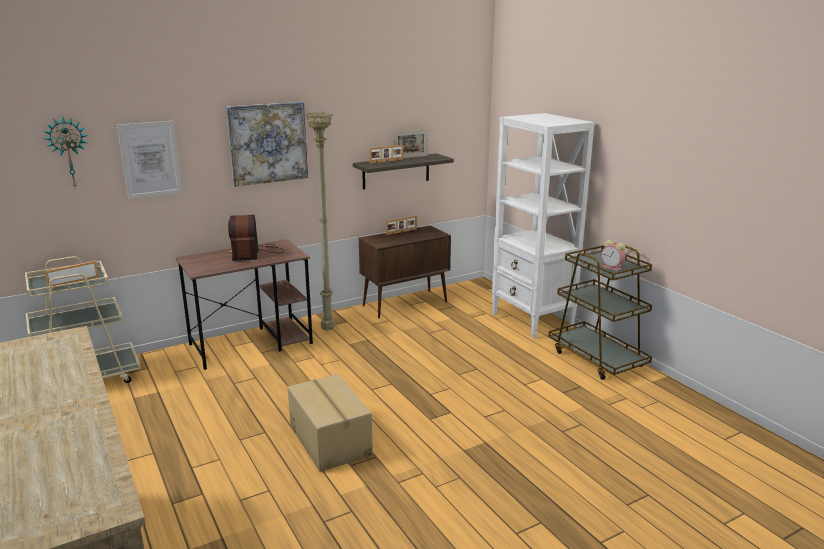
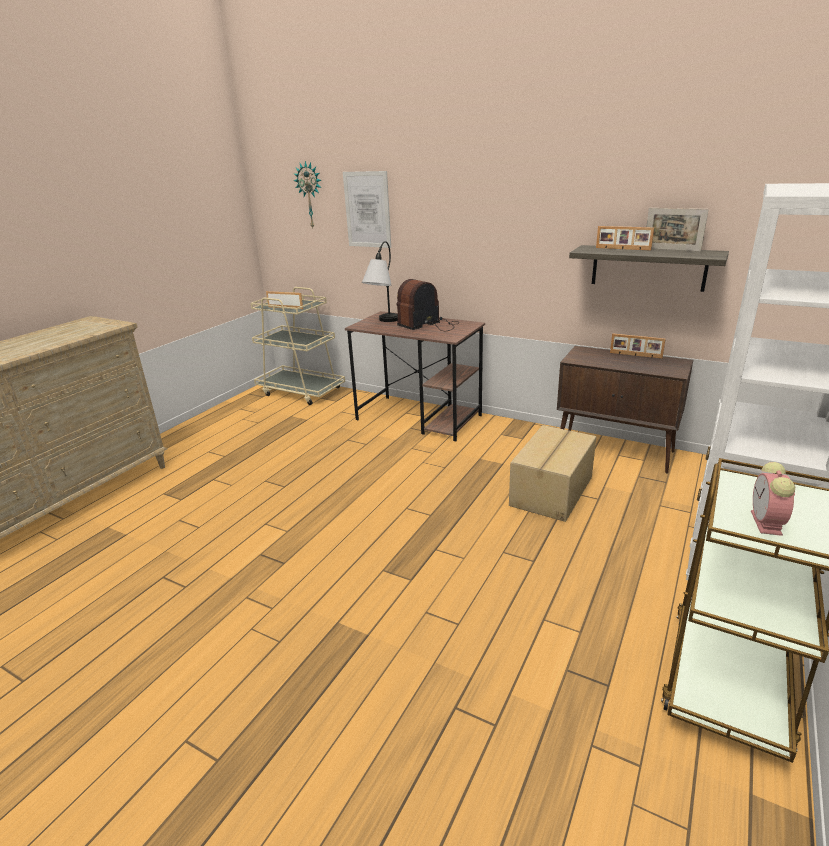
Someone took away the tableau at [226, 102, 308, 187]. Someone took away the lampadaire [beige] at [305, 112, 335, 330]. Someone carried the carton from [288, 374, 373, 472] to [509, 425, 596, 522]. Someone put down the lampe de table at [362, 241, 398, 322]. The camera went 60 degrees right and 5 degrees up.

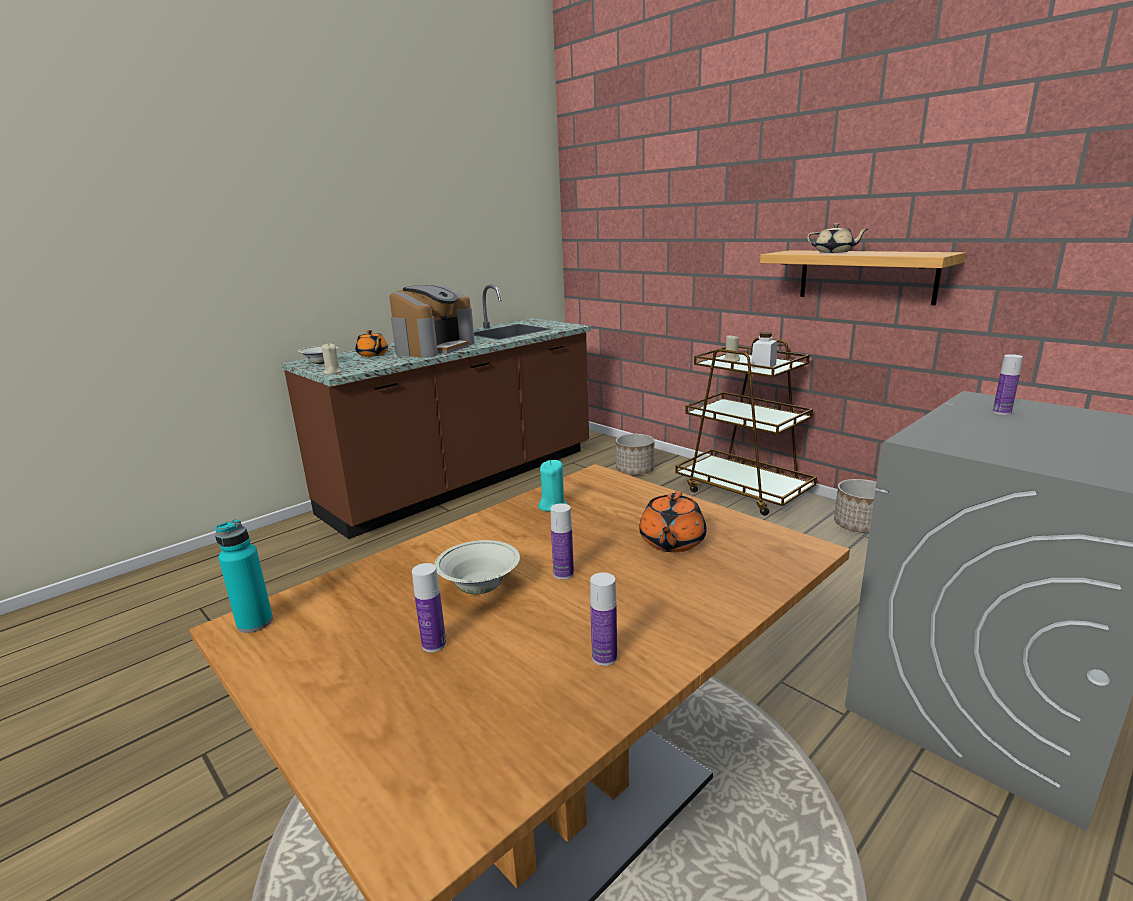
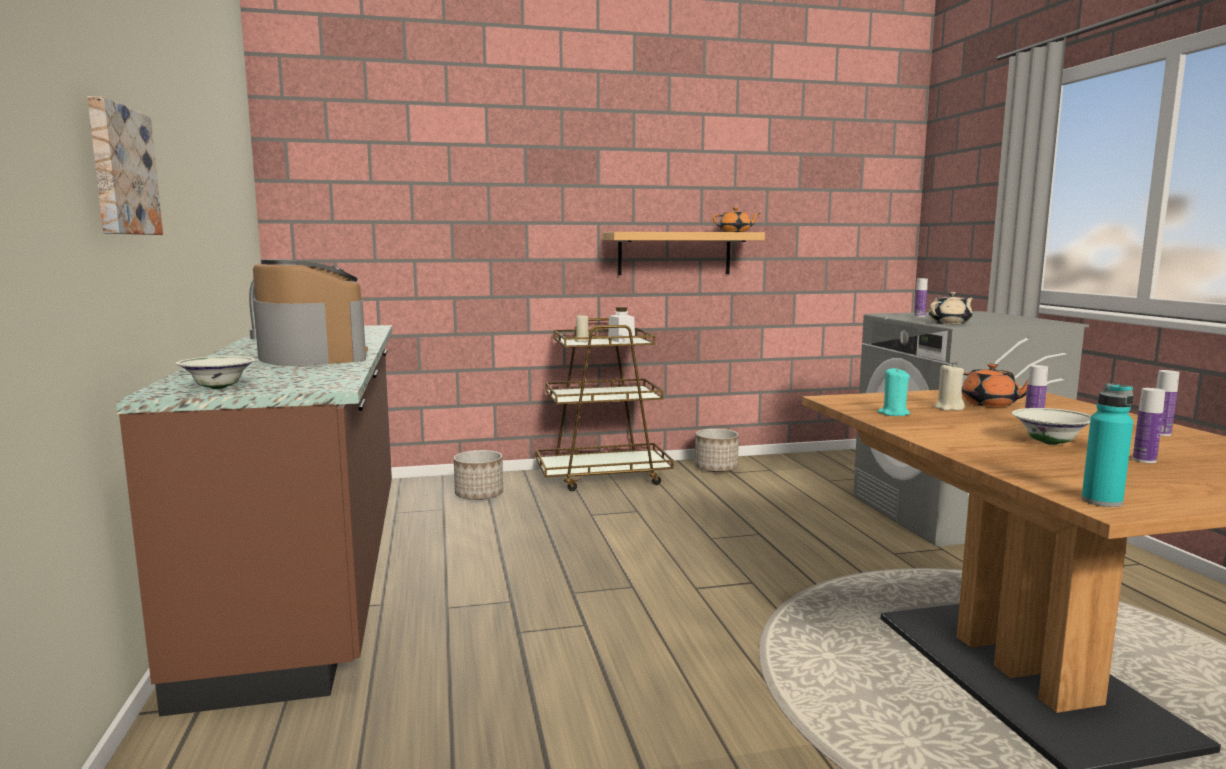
Someone carried the théière [beige] from [807, 223, 868, 253] to [929, 292, 974, 324]. Someone carried the théière [orange] from [355, 330, 388, 357] to [713, 207, 760, 232]. Someone carried the bougie [beige] from [321, 343, 342, 375] to [934, 363, 965, 411]. Someone put up the tableau at [87, 96, 163, 235]. The camera went 60 degrees left and 10 degrees down.

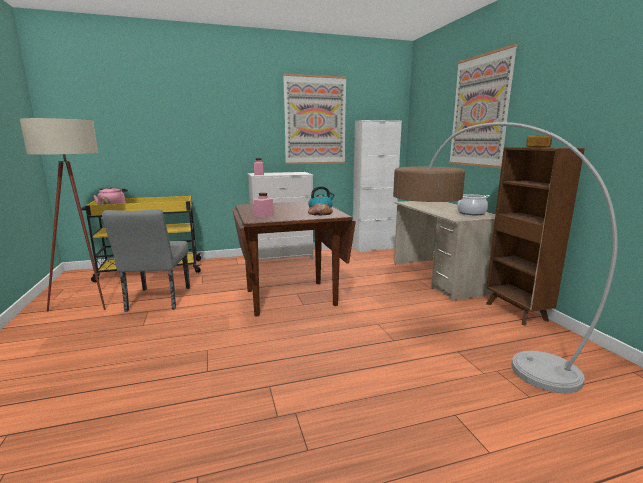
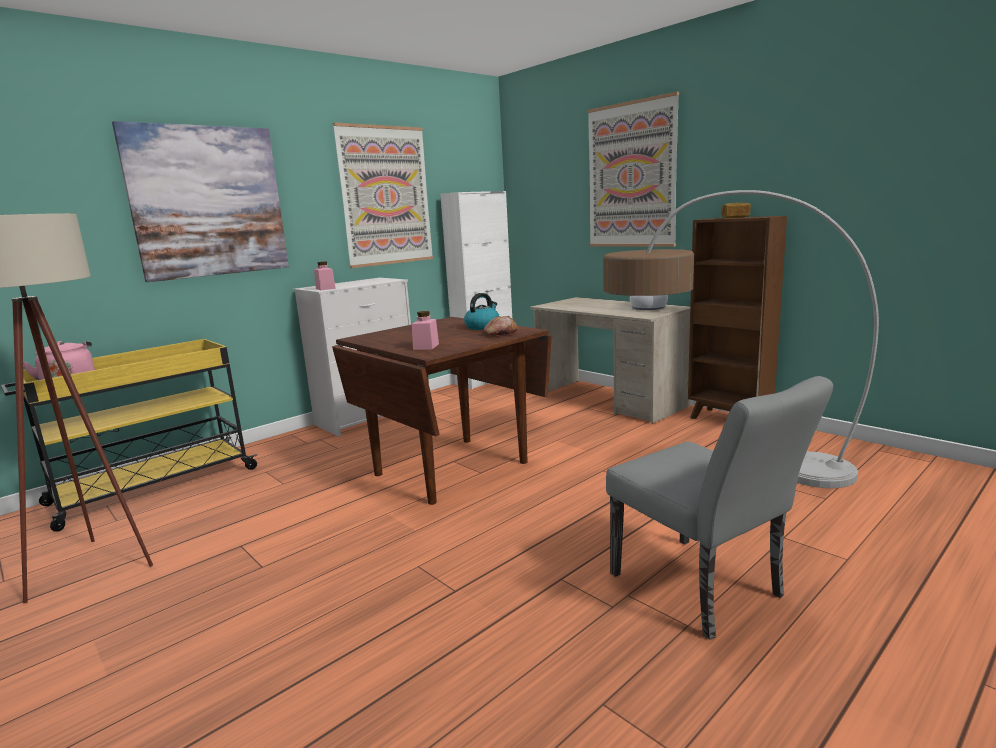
Someone carried the chaise [gris] from [102, 209, 190, 312] to [606, 376, 833, 640]. Someone put up the tableau at [112, 121, 289, 282]. The camera went 25 degrees left and 0 degrees up.

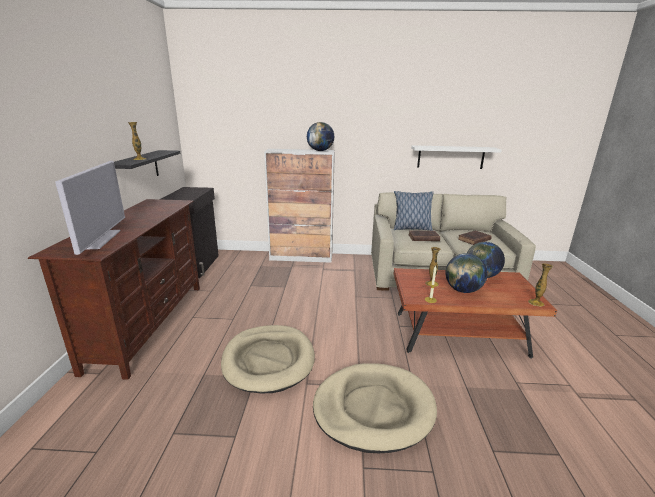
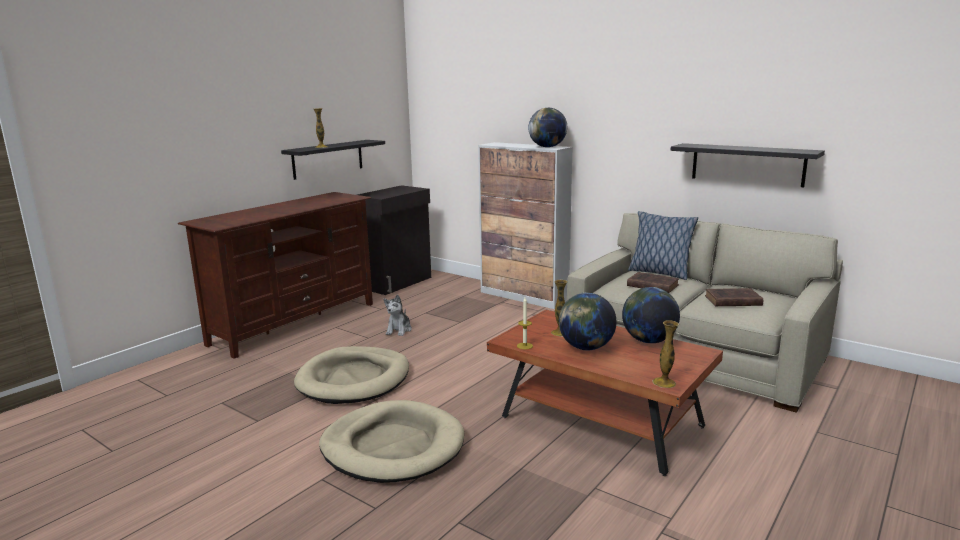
Someone repainted the étagère [blanc] at [411, 145, 502, 169], which became the étagère [noir] at [670, 143, 825, 187]. Someone took away the téléviseur at [55, 161, 125, 255]. Someone put down the peluche at [384, 294, 412, 336]. The camera went 35 degrees right and 5 degrees down.

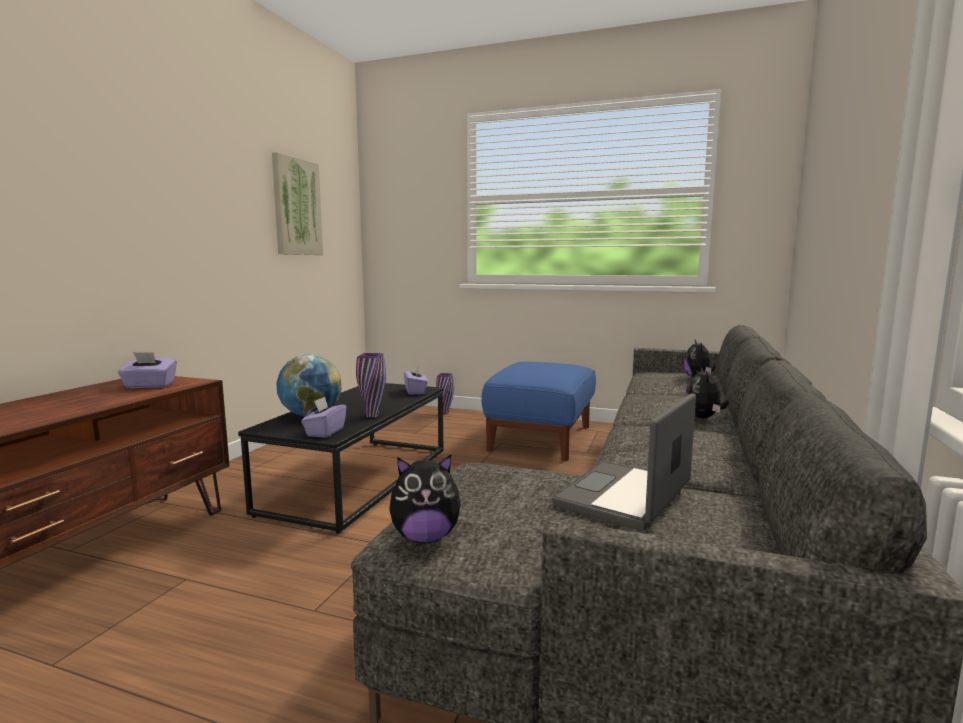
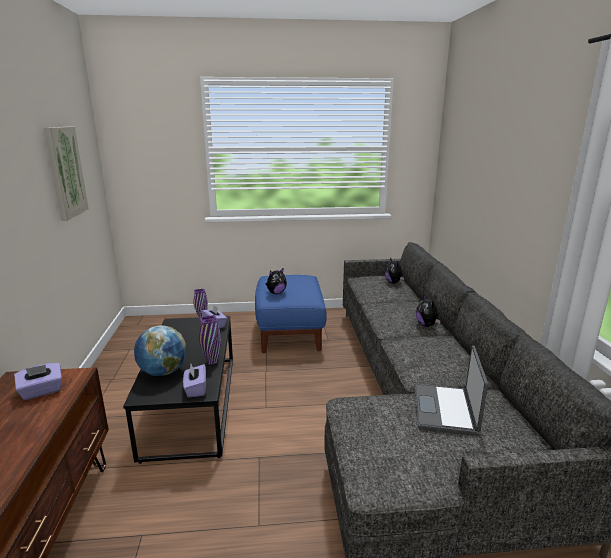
Someone carried the peluche from [389, 455, 464, 543] to [265, 269, 287, 294]. The camera went 25 degrees left and 10 degrees up.

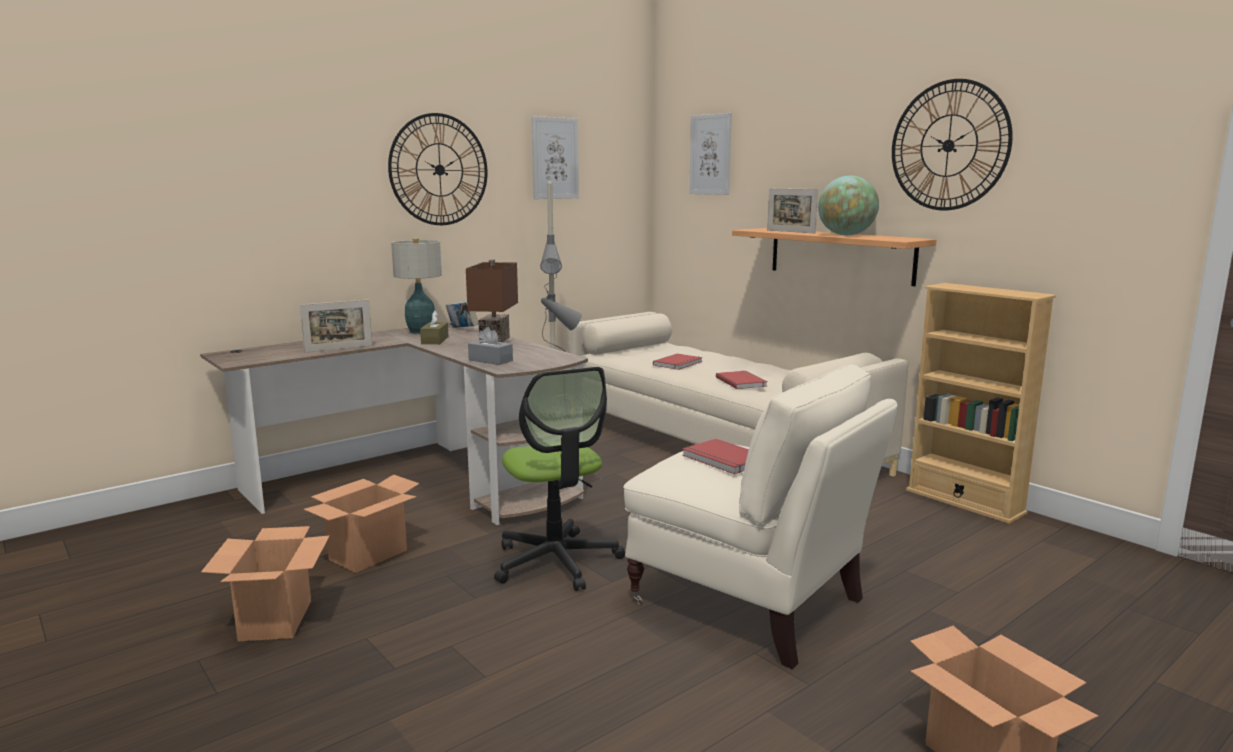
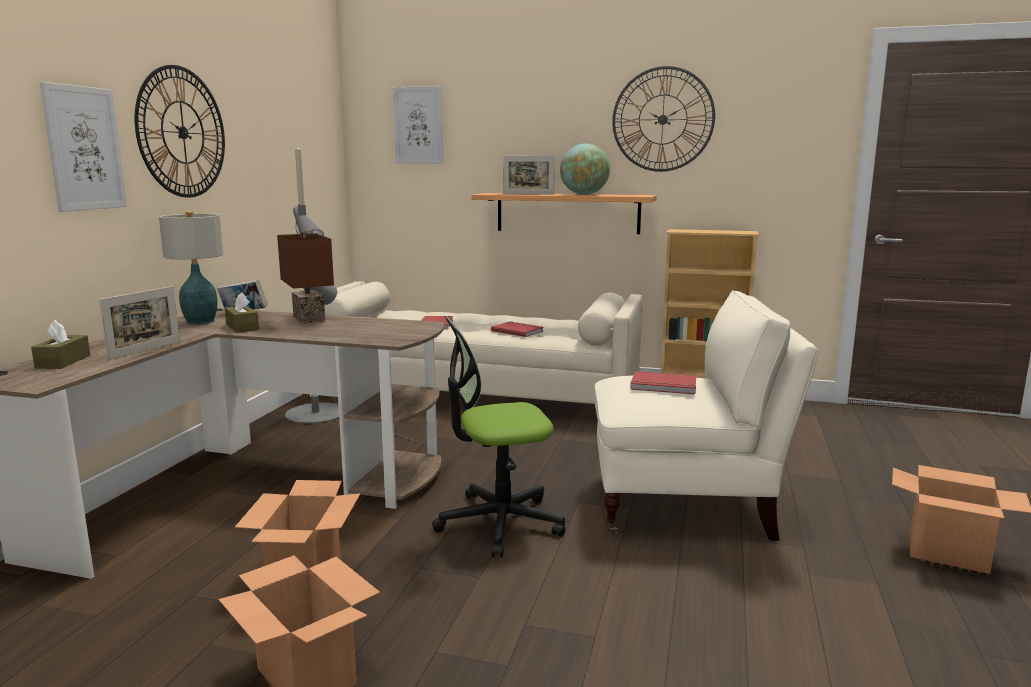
Someone carried the tableau from [531, 116, 579, 199] to [40, 82, 127, 212]. Someone took away the boîte à mouchoirs [gris] at [468, 327, 513, 365]. Someone rotated the chaise de bureau at [494, 367, 625, 591] by 135 degrees clockwise. Someone put down the boîte à mouchoirs [marron] at [31, 320, 90, 369]. The camera went 35 degrees left and 0 degrees up.

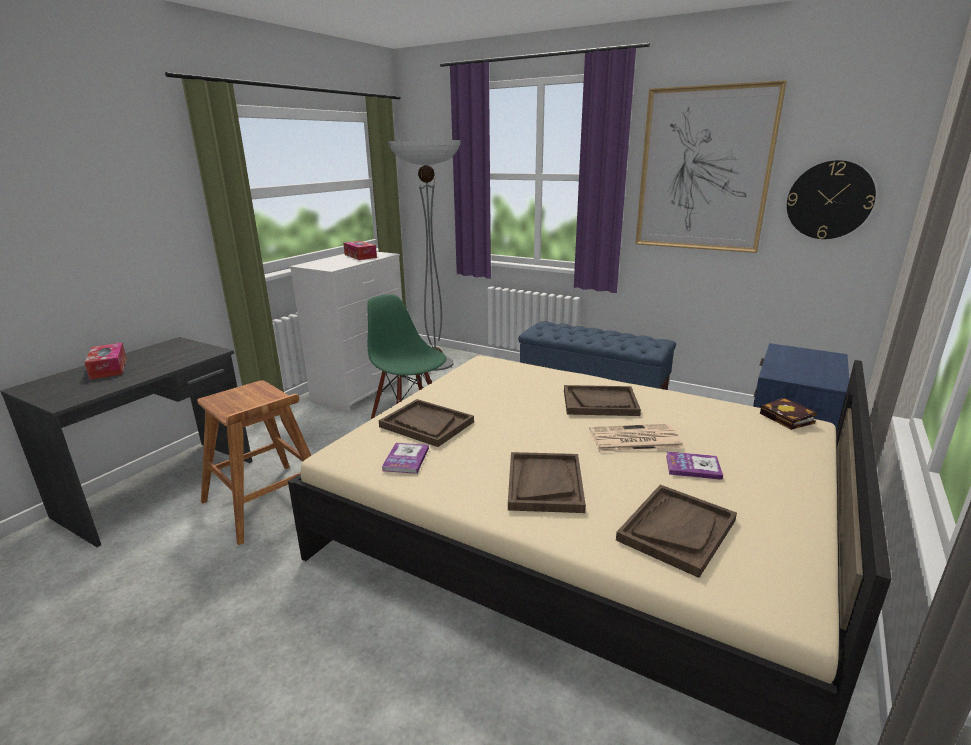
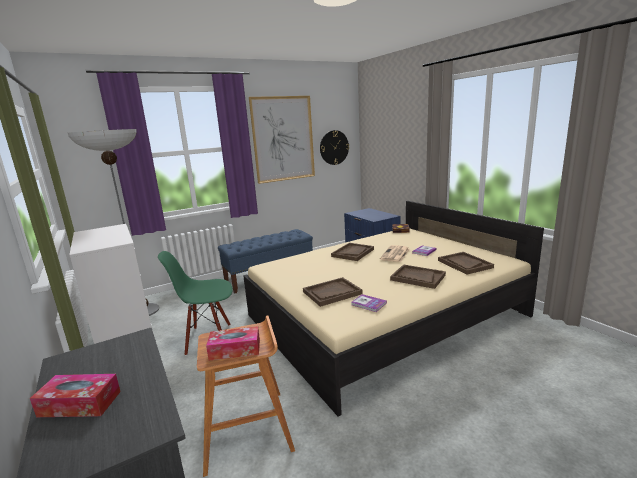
Someone carried the boîte à mouchoirs from [343, 241, 377, 260] to [206, 326, 260, 361]. The camera went 60 degrees left and 5 degrees down.

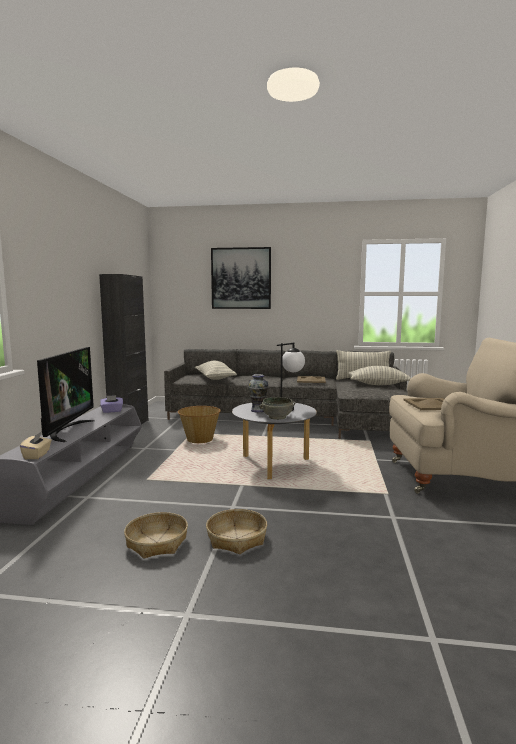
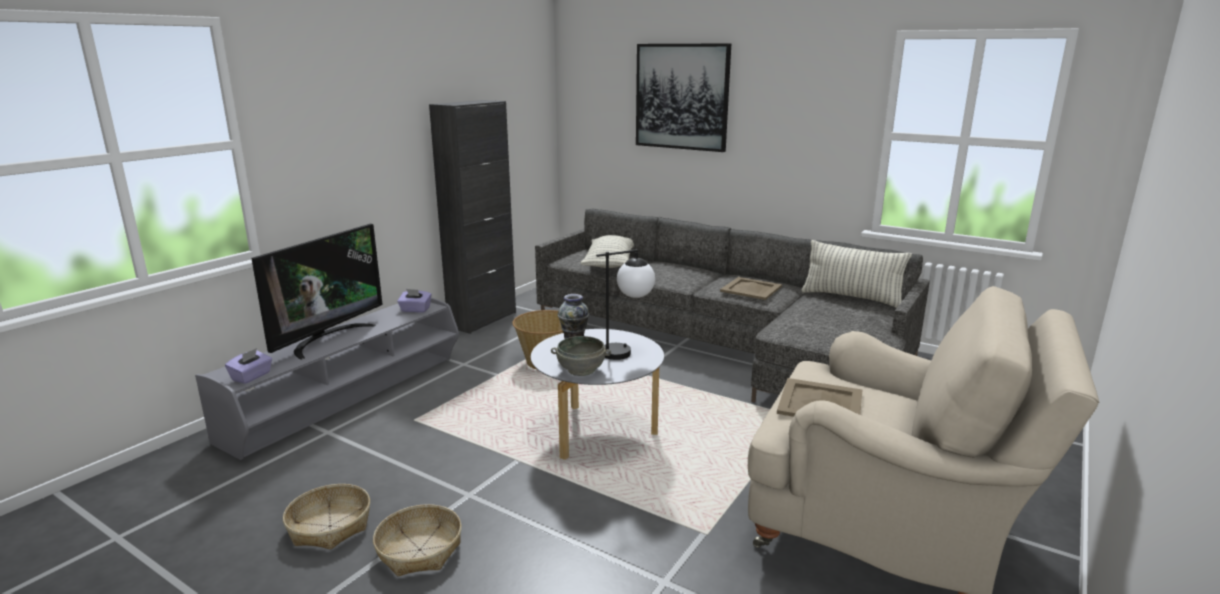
Someone took away the coussin at [349, 366, 411, 385]. Someone repainted the boîte à mouchoirs [beige] at [20, 432, 51, 459], which became the boîte à mouchoirs [violet] at [225, 348, 272, 384]. The camera went 25 degrees right and 10 degrees up.

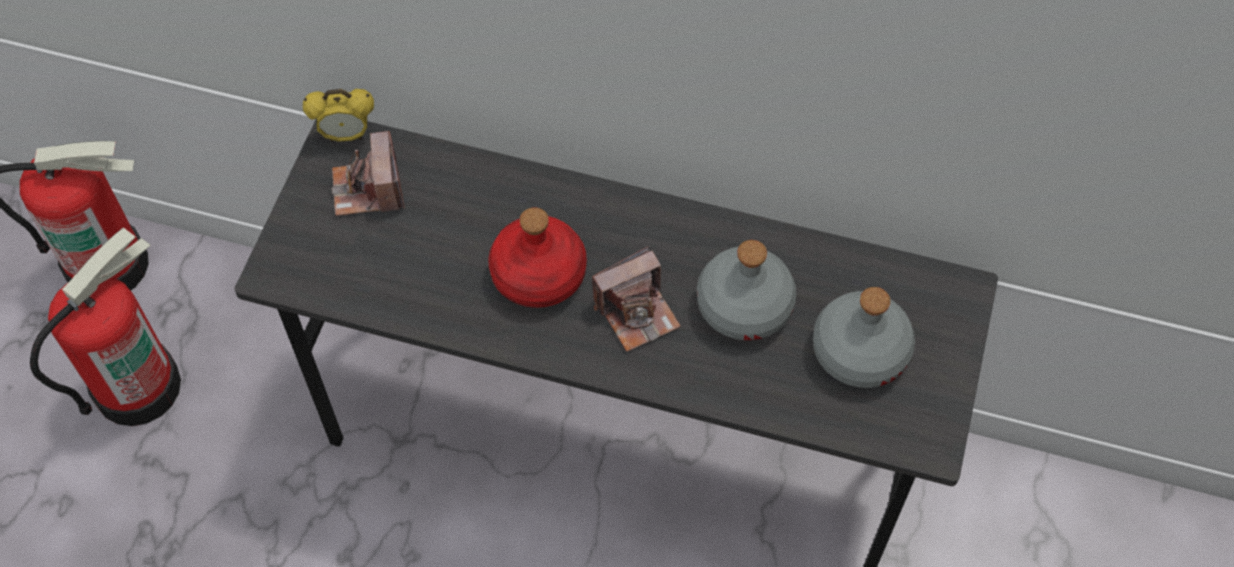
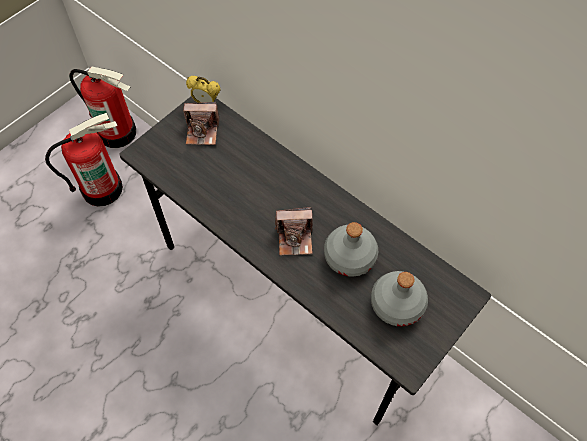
Someone rotated the appareil photo at [332, 131, 405, 216] by 105 degrees counterclockwise. Someone took away the bouteille [rouge] at [488, 207, 587, 308]. The camera went 25 degrees right and 0 degrees up.

